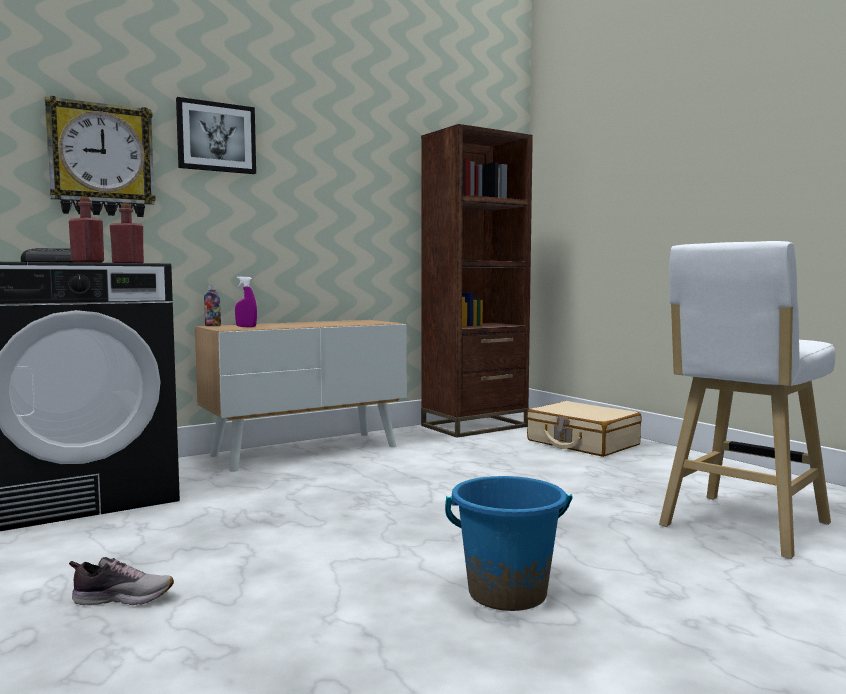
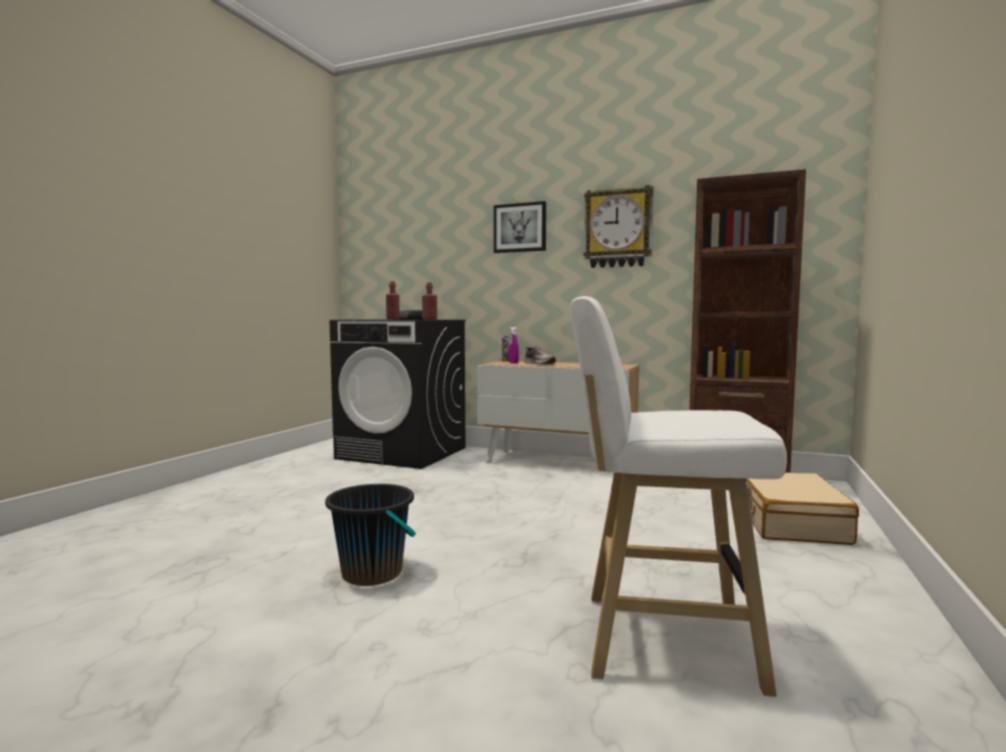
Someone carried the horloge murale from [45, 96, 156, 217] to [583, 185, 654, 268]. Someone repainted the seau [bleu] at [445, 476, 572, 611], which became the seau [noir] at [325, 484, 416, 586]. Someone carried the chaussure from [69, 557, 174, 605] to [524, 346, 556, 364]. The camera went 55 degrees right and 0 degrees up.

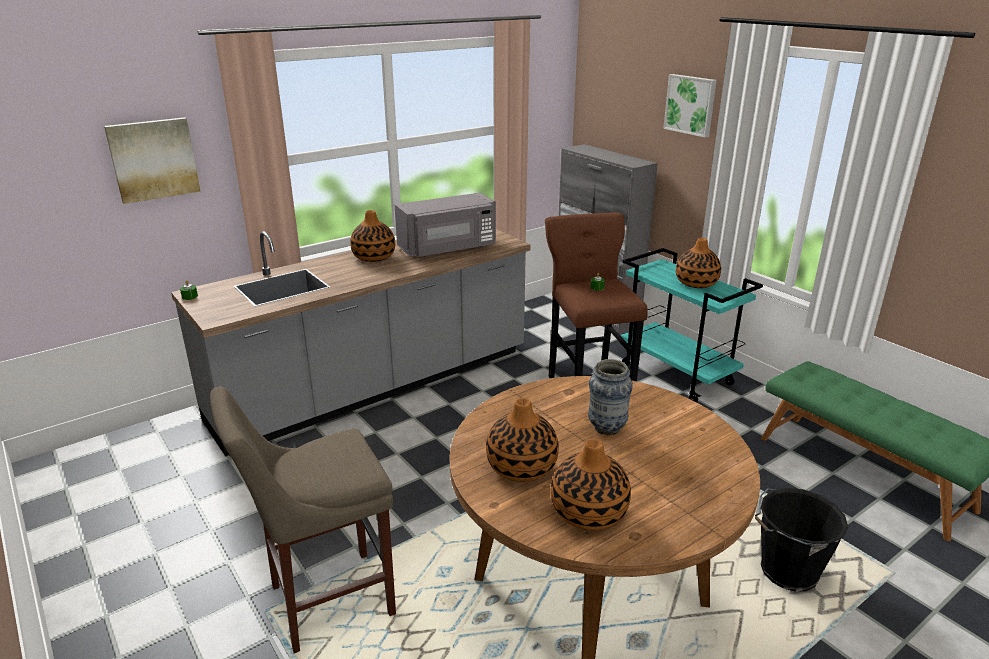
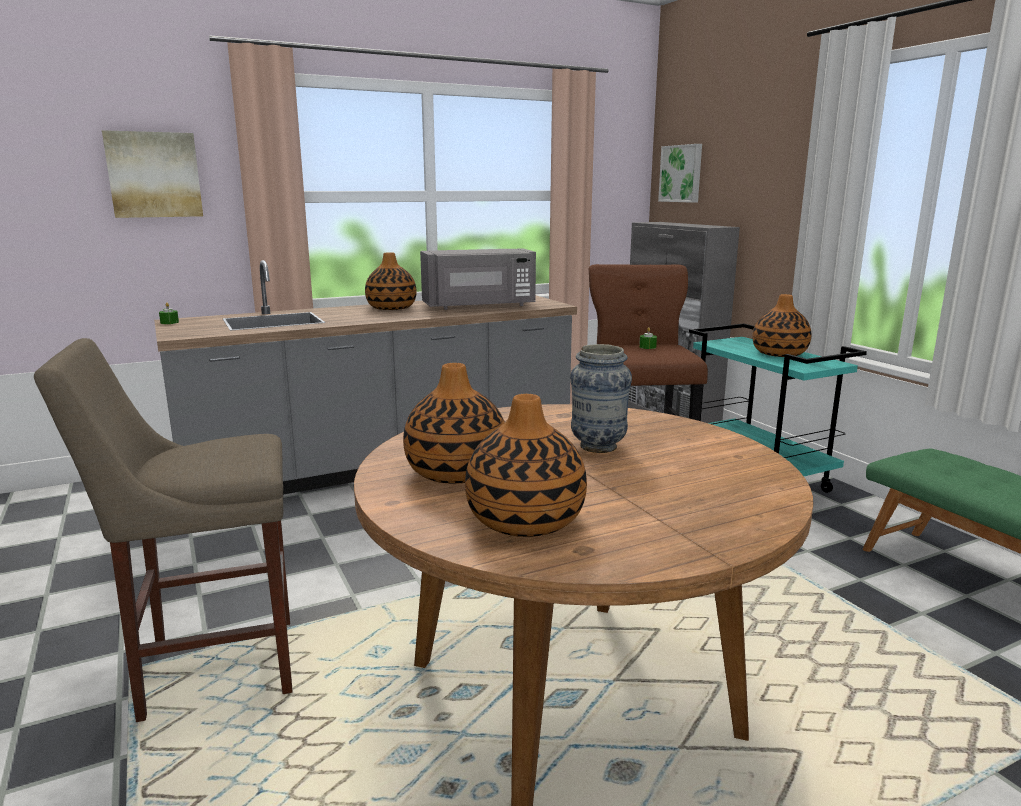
Someone carried the tableau from [663, 74, 717, 138] to [658, 144, 702, 203]. Someone took away the seau [noir] at [755, 488, 848, 592]. The camera went 10 degrees right and 10 degrees down.

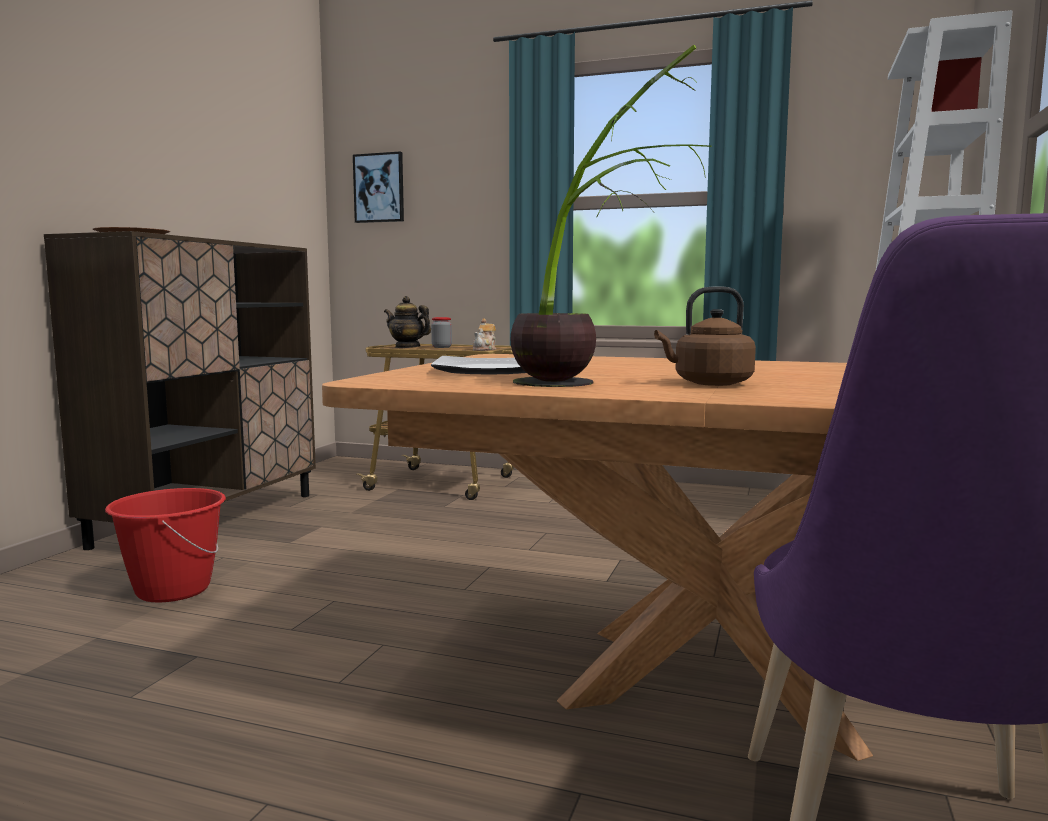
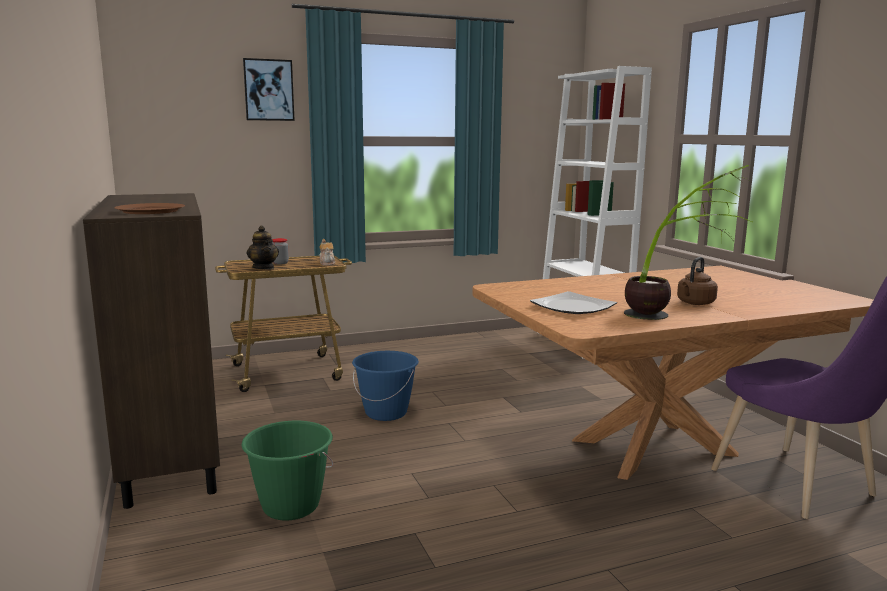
Someone carried the tableau from [353, 152, 404, 223] to [243, 58, 295, 121]. Someone rotated the théière at [384, 296, 431, 348] by 105 degrees counterclockwise. Someone repainted the seau [rouge] at [105, 488, 226, 602], which became the seau [vert] at [241, 421, 333, 520]. Someone put down the seau [bleu] at [352, 351, 419, 421]. The camera went 40 degrees left and 5 degrees up.

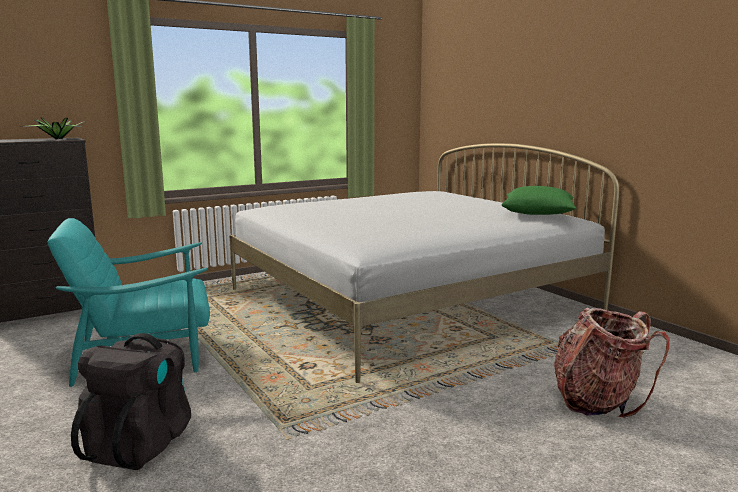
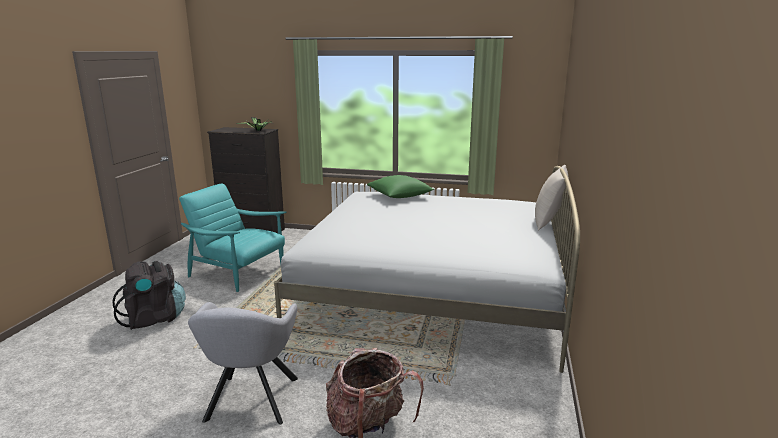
Someone carried the coussin [vert] from [502, 186, 576, 215] to [367, 175, 434, 198]. Someone put down the coussin [beige] at [535, 165, 569, 231]. Someone put down the fauteuil [gris] at [188, 302, 298, 424]. The camera went 45 degrees right and 5 degrees up.

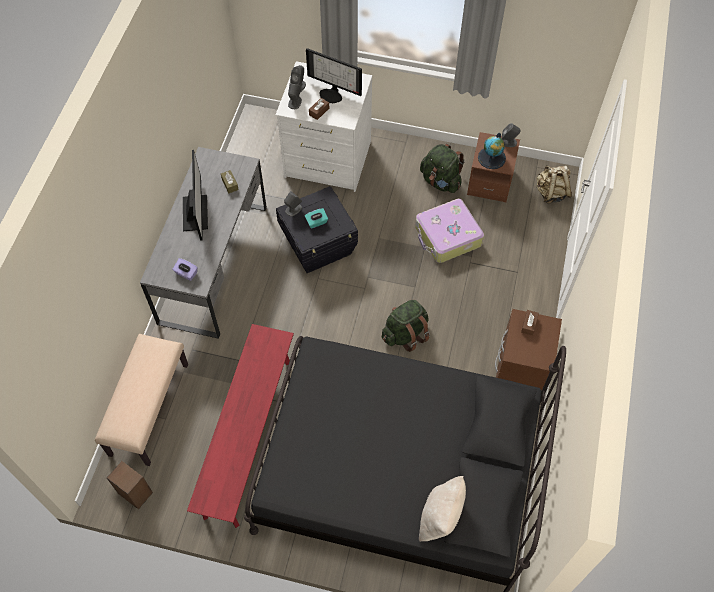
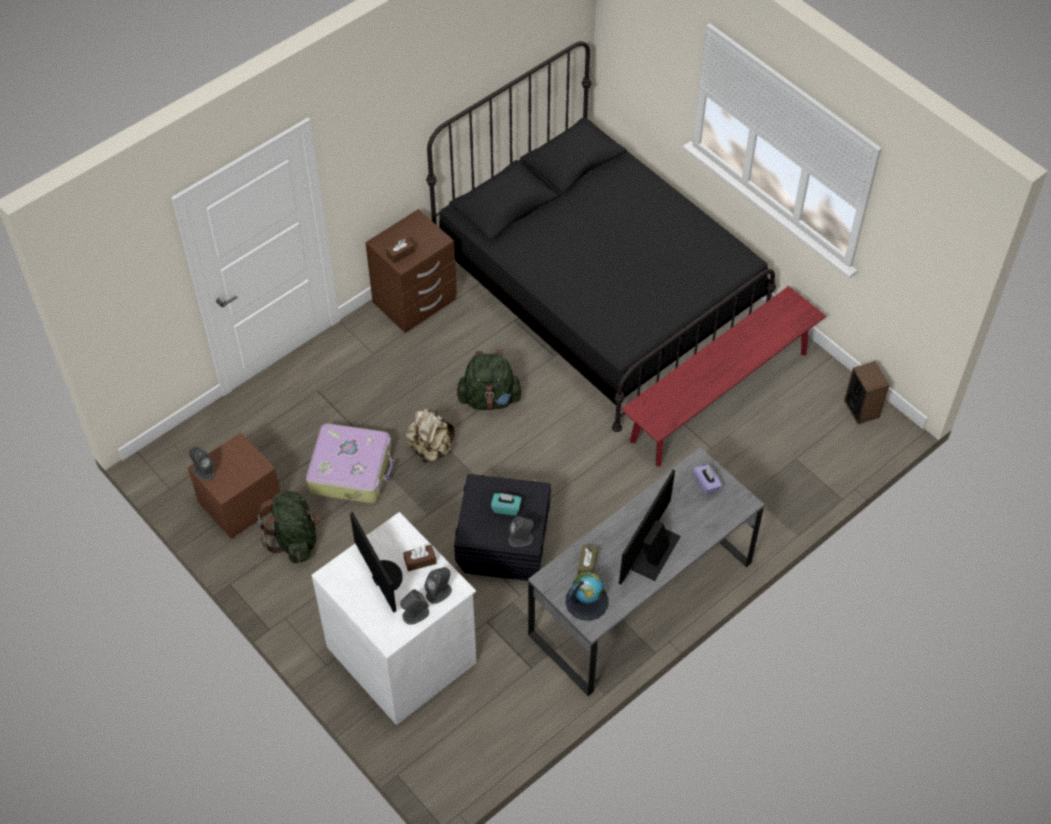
Someone carried the globe from [478, 133, 506, 169] to [565, 572, 609, 621]. Someone carried the sac à dos [beige] from [537, 165, 572, 204] to [405, 408, 455, 463]. Someone took away the banc [beige] at [95, 334, 188, 466]. Someone took away the coussin [beige] at [419, 476, 466, 542]. The camera went 145 degrees left and 5 degrees down.

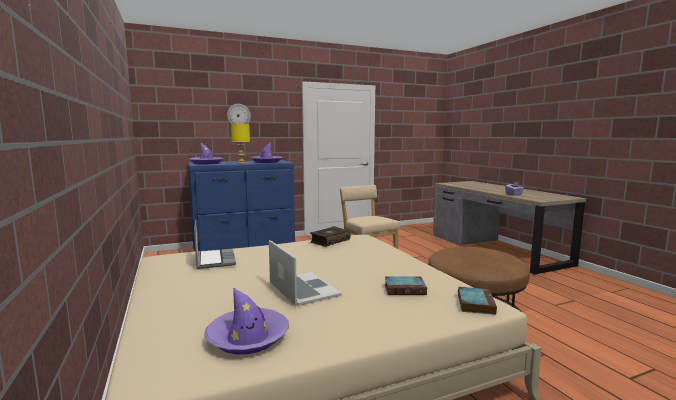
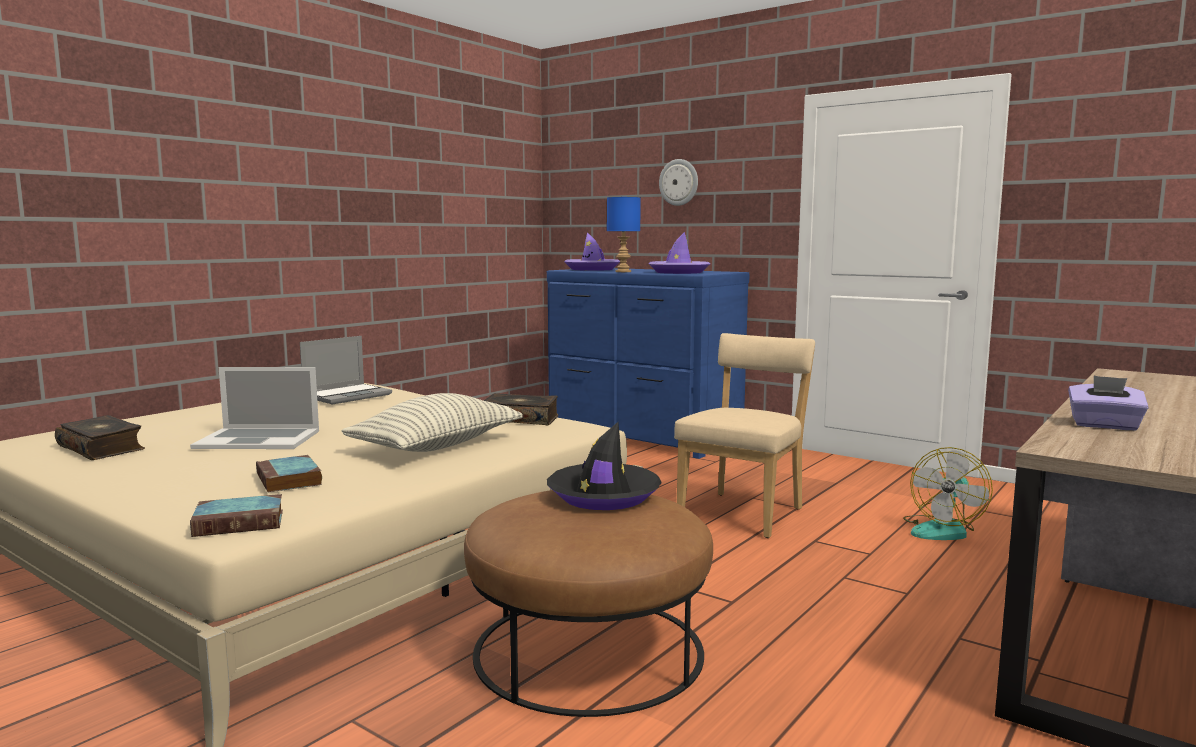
Someone repainted the lampe de table [jaune] at [231, 124, 250, 164], which became the lampe de table [bleu] at [607, 197, 641, 272]. Someone rotated the ordinateur portable at [269, 240, 342, 306] by 60 degrees clockwise. Someone swapped the chapeau [violet] at [204, 288, 289, 354] for the livre at [55, 415, 145, 460]. Someone put down the coussin at [342, 393, 523, 452]. Someone put down the chapeau [noir] at [547, 422, 662, 510]. Someone put down the ventilateur at [903, 447, 993, 540]. The camera went 60 degrees right and 0 degrees up.

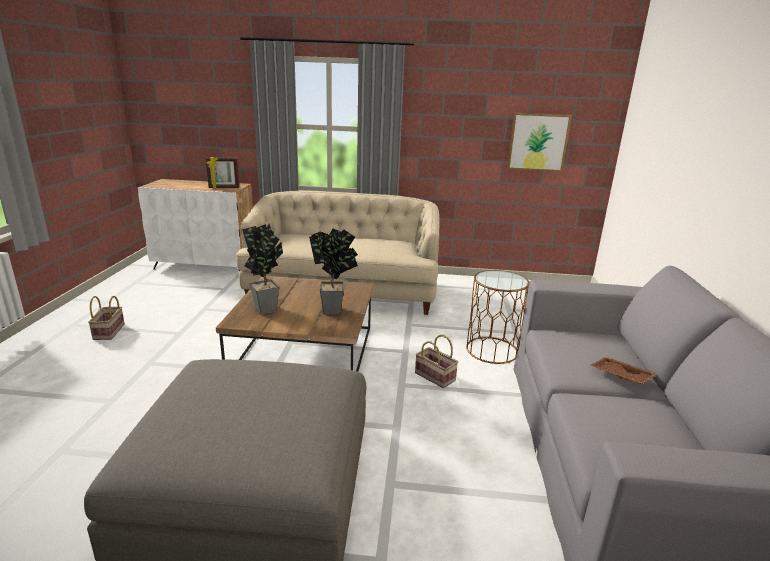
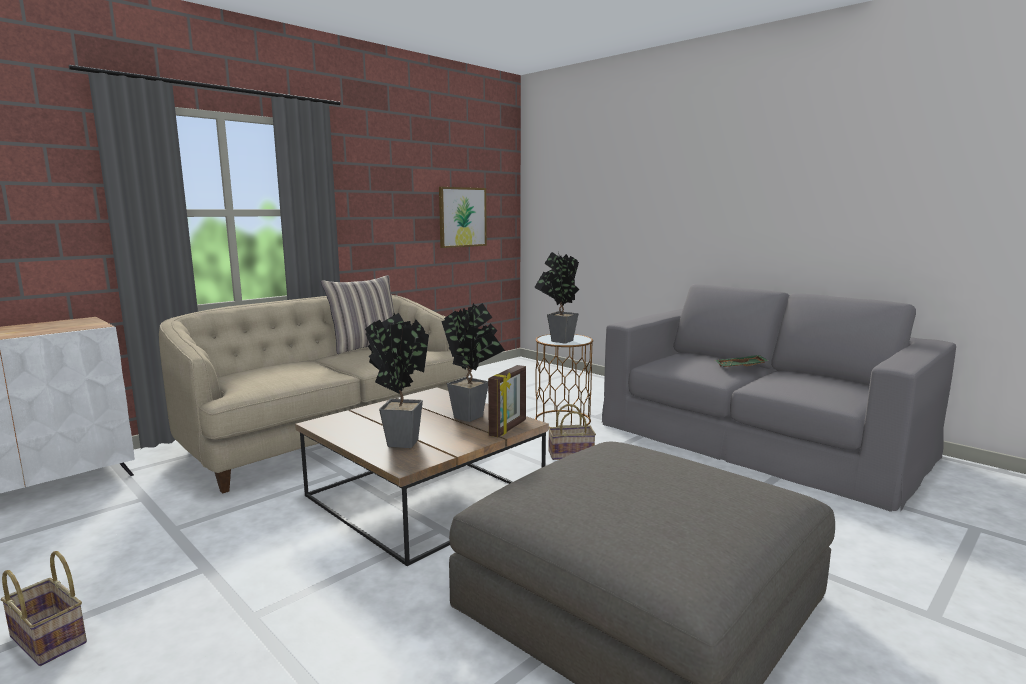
Someone carried the cadre photo from [206, 157, 239, 188] to [488, 365, 526, 437]. Someone repainted the plateau [marron] at [591, 357, 657, 384], which became the plateau [vert] at [715, 355, 769, 367]. Someone put down the plante en pot at [534, 252, 580, 343]. Someone put down the coussin at [321, 275, 394, 354]. The camera went 50 degrees left and 10 degrees down.

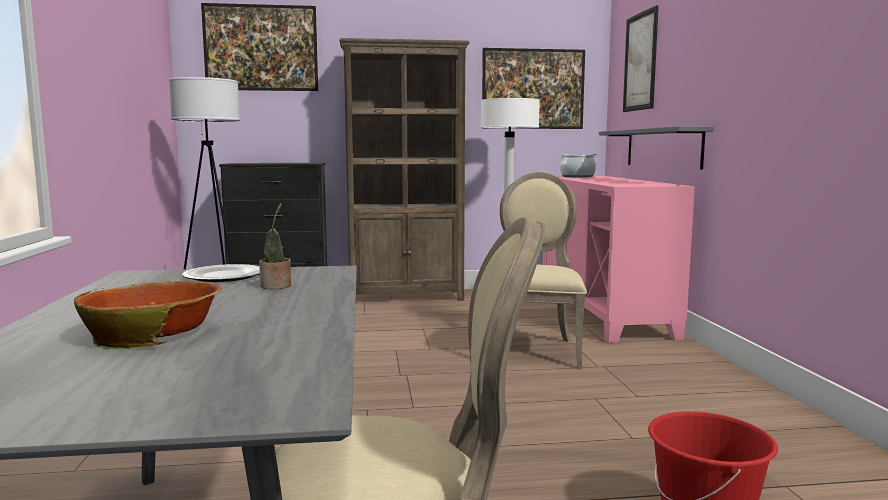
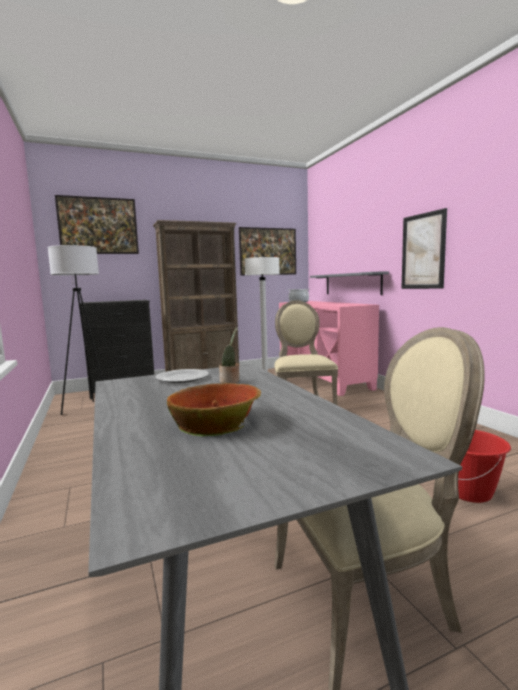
Someone carried the tableau from [623, 5, 659, 112] to [401, 208, 447, 289]. The camera went 15 degrees left and 0 degrees up.

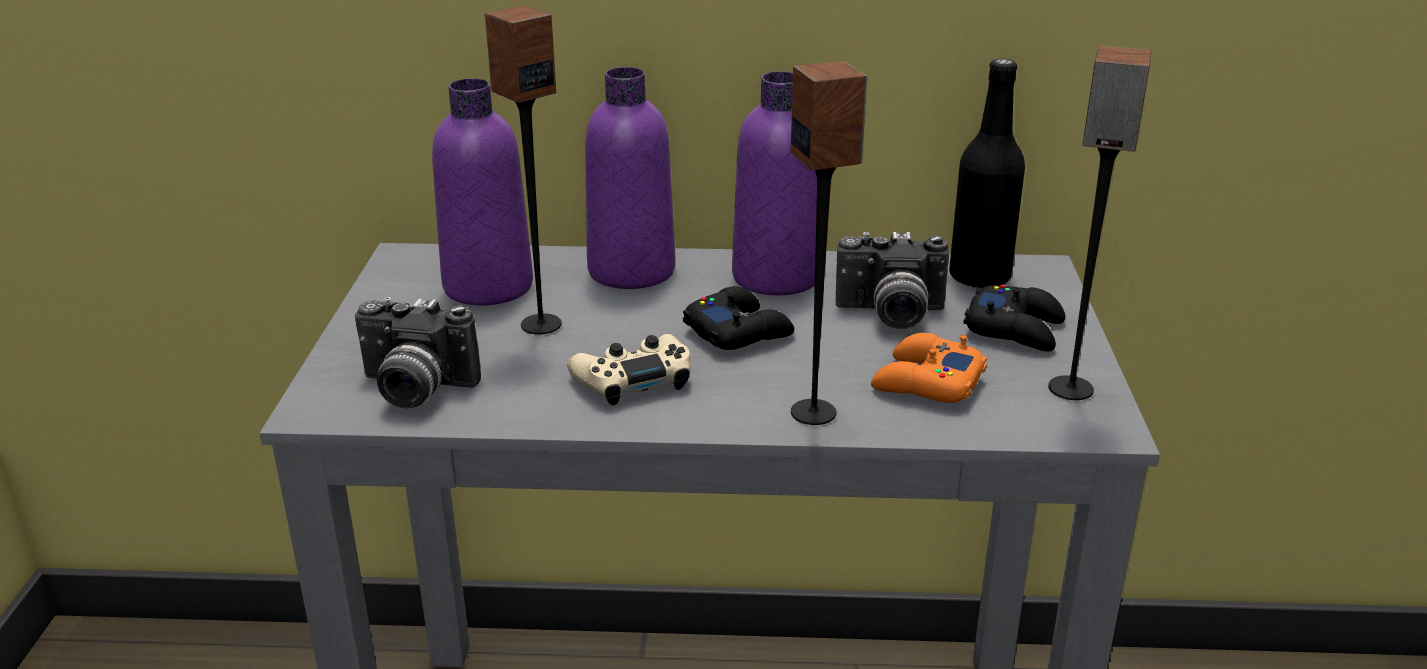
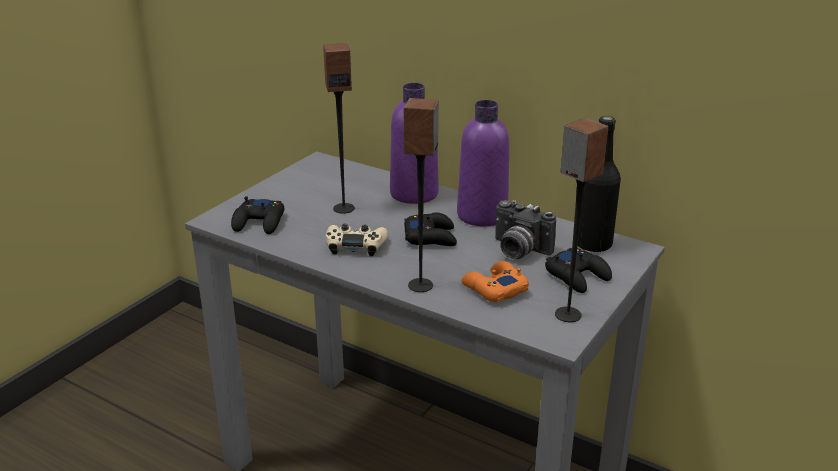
Someone took away the bouteille [violet] at [432, 78, 533, 305]. Someone swapped the appareil photo at [355, 297, 481, 408] for the manette [noir] at [231, 196, 284, 234]. The camera went 30 degrees right and 0 degrees up.

